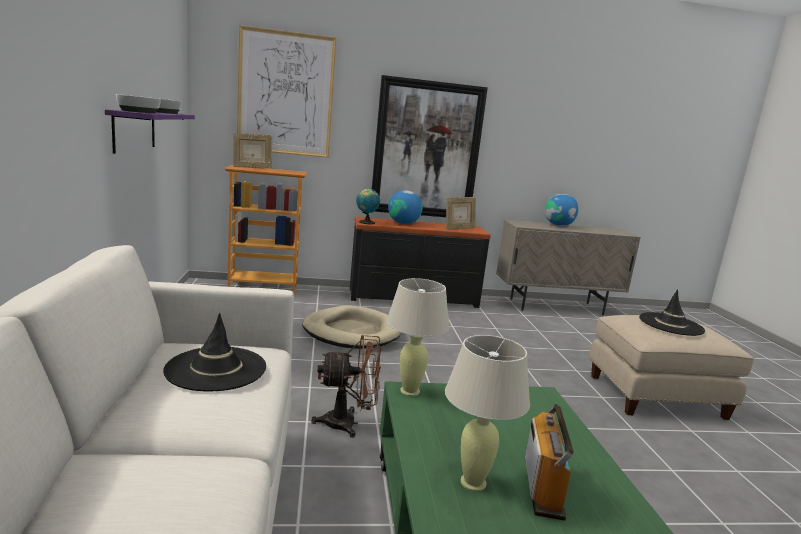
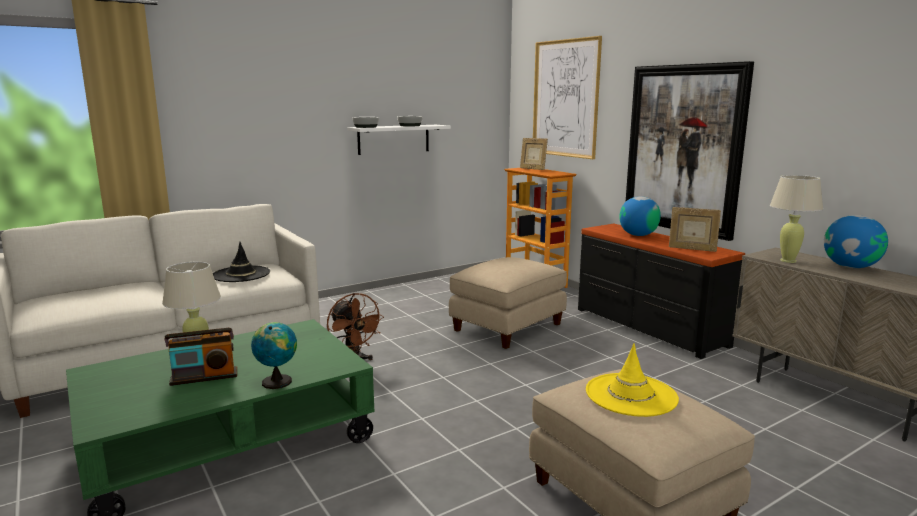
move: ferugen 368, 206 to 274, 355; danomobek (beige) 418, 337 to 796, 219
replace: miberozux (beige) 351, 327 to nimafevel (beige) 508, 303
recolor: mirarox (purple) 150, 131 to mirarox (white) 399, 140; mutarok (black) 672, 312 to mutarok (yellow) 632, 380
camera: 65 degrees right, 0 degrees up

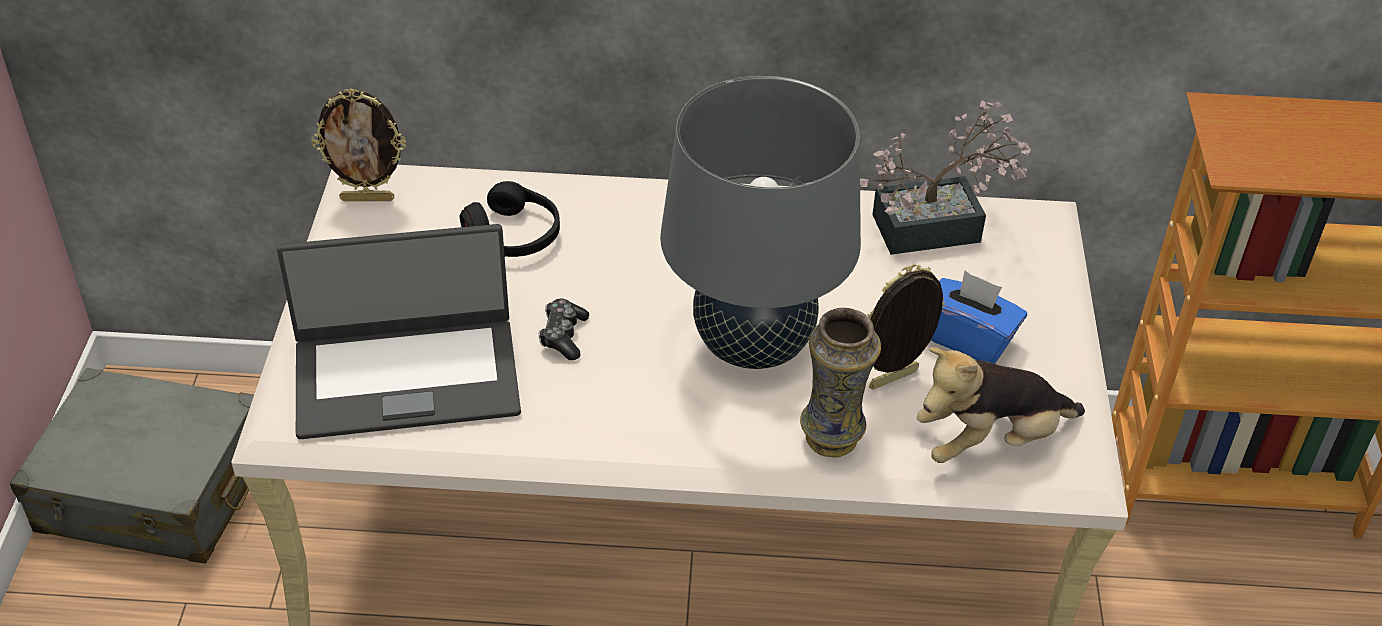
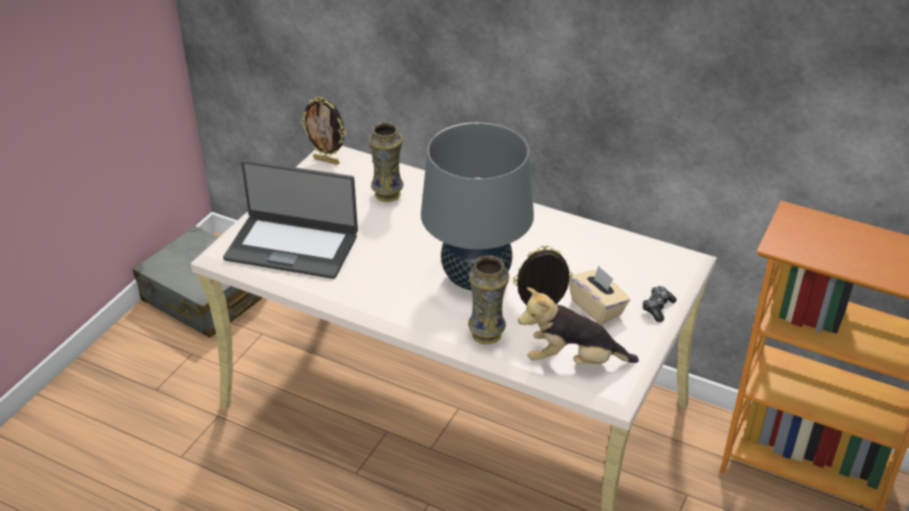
delete: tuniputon 945, 177
move: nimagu 563, 329 to 660, 304
replace: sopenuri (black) 510, 219 to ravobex 386, 162
recolor: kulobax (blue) 979, 317 to kulobax (beige) 599, 294
camera: 25 degrees right, 5 degrees down

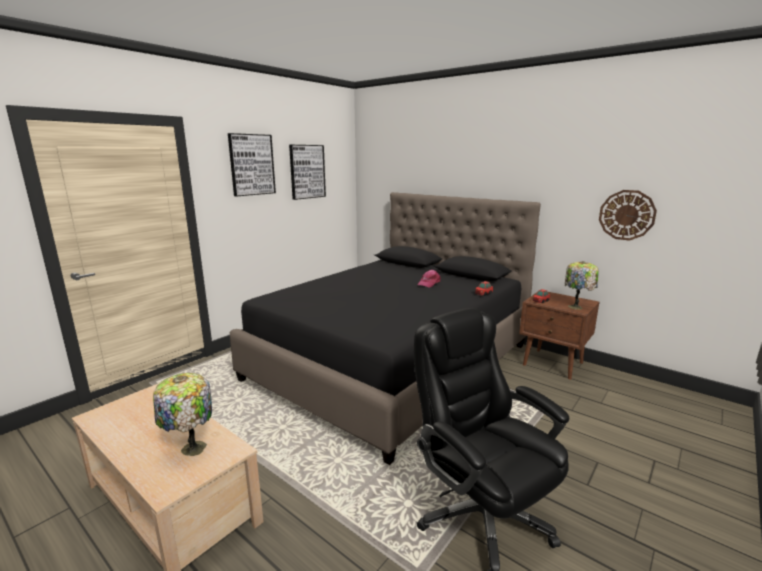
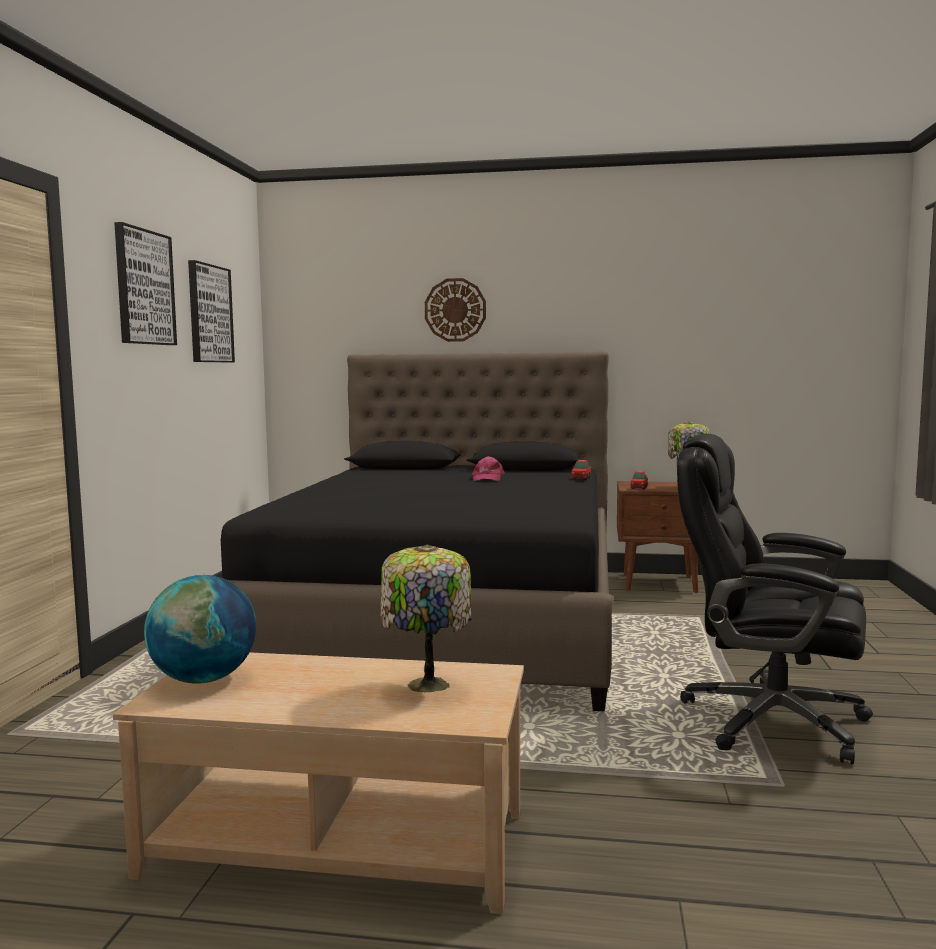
insert: ferugen 200, 629
move: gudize 628, 215 to 455, 310
camera: 30 degrees left, 10 degrees down

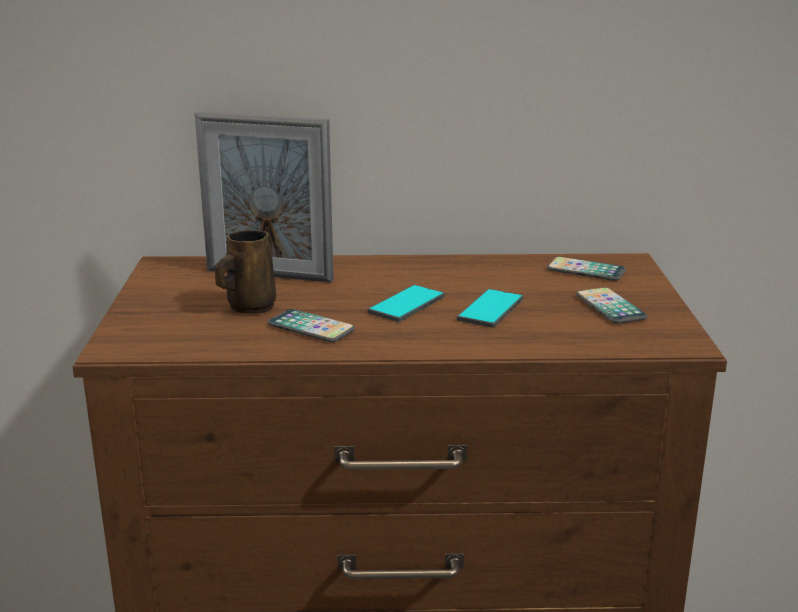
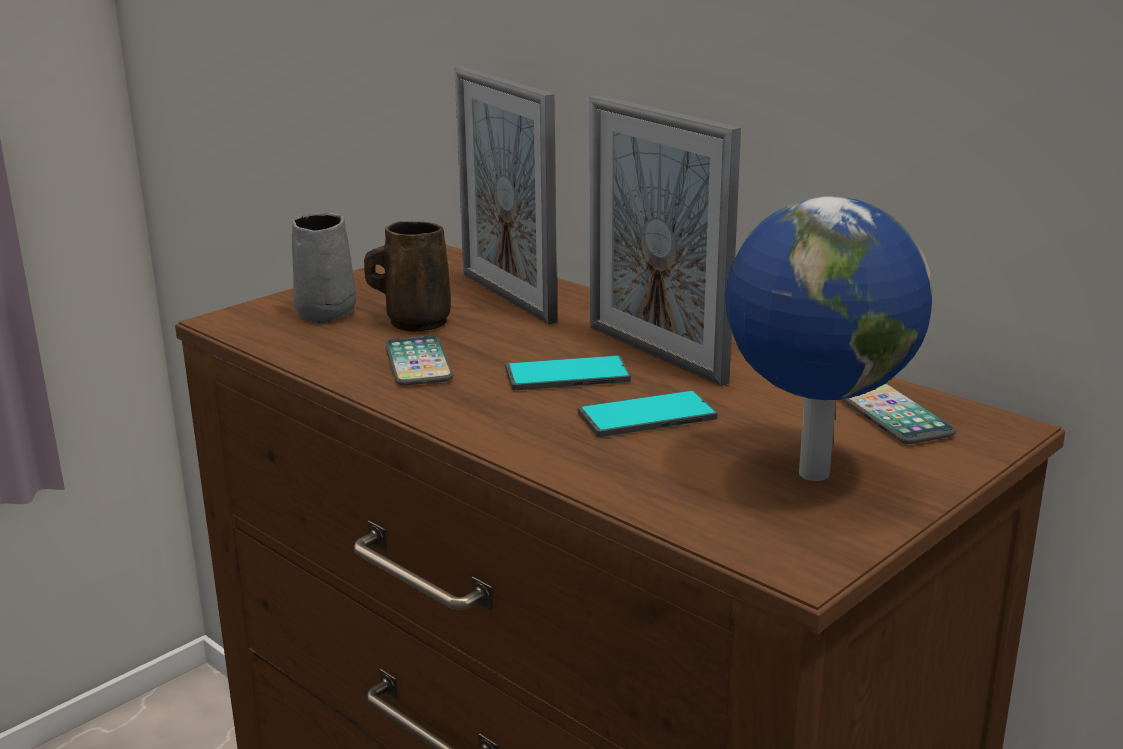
insert: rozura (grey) 324, 268; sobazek 665, 240
replace: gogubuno 611, 305 to ferugen 828, 338
camera: 45 degrees right, 0 degrees up

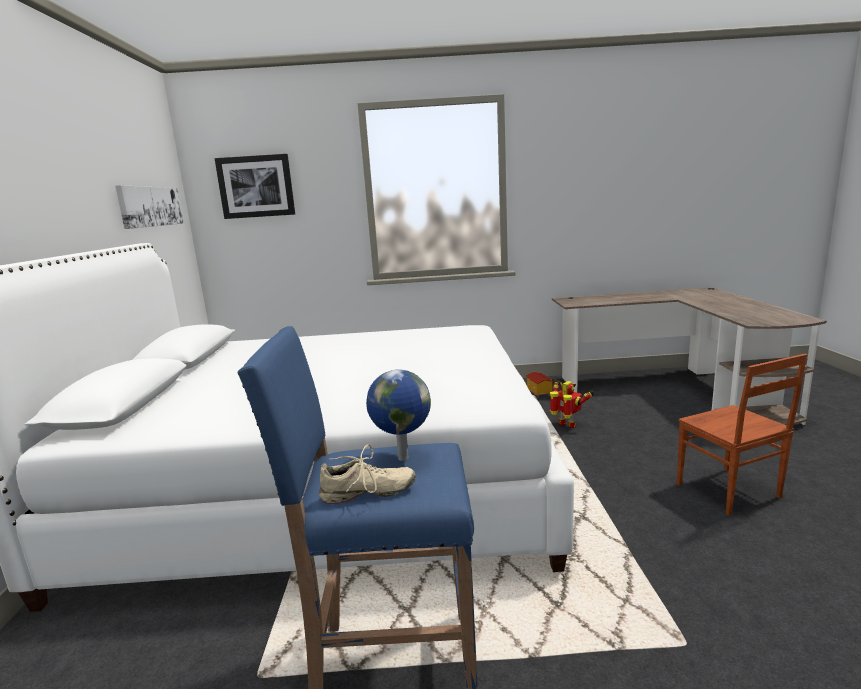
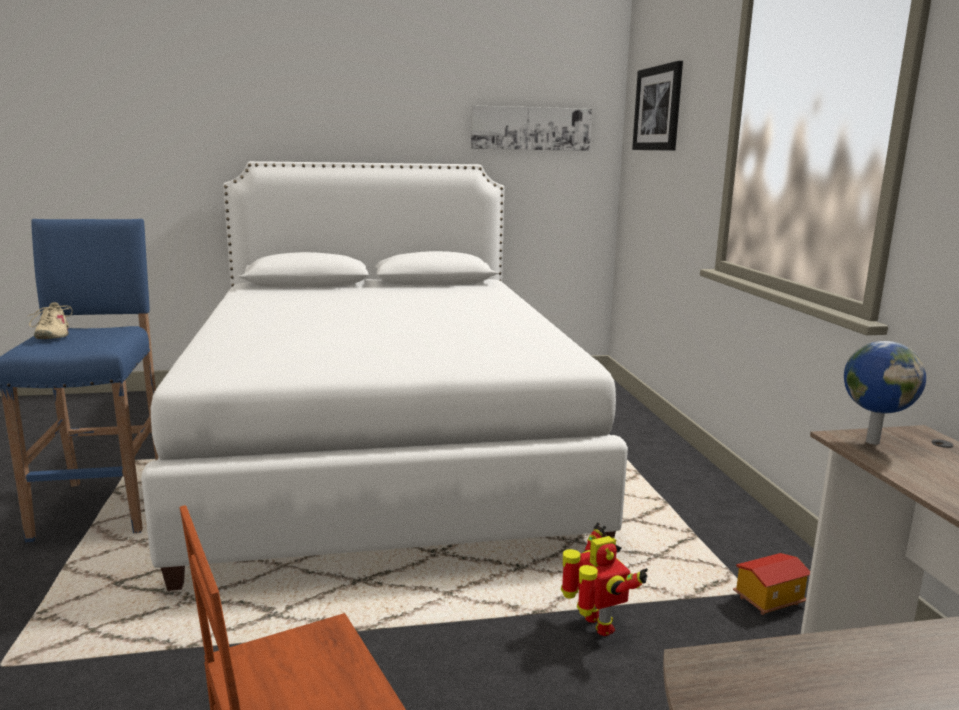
move: ferugen 398, 415 to 885, 393
rotate: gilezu 572, 403 = 604, 579 60 degrees counterclockwise
camera: 80 degrees right, 0 degrees up

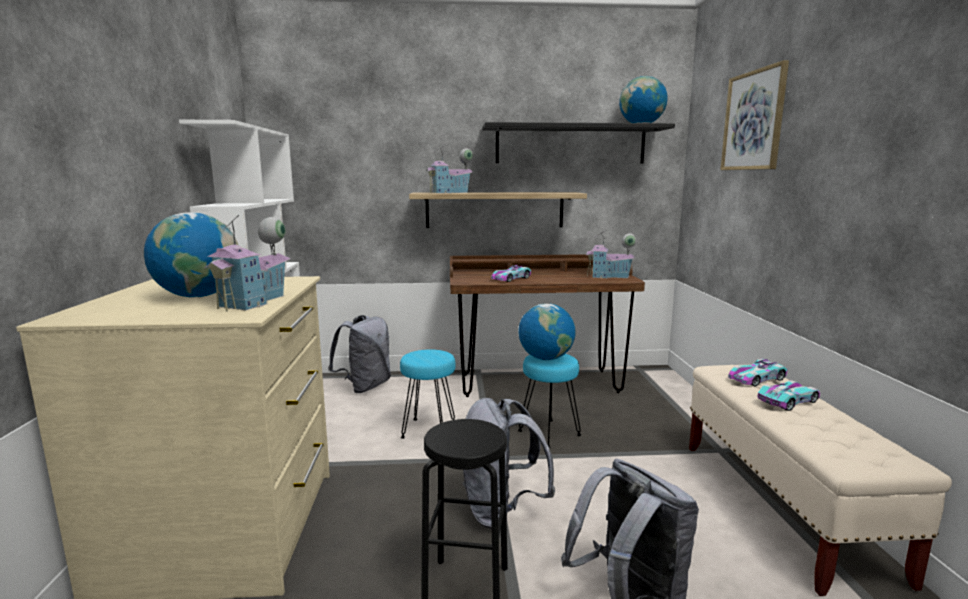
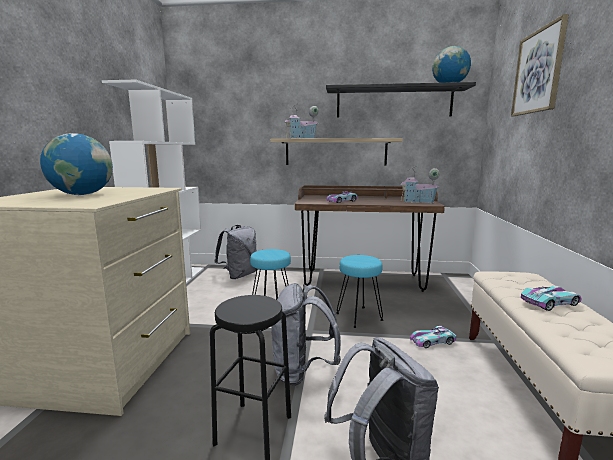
delete: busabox 247, 263; ferugen 547, 331
move: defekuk 758, 372 to 433, 337
camera: 10 degrees right, 0 degrees up

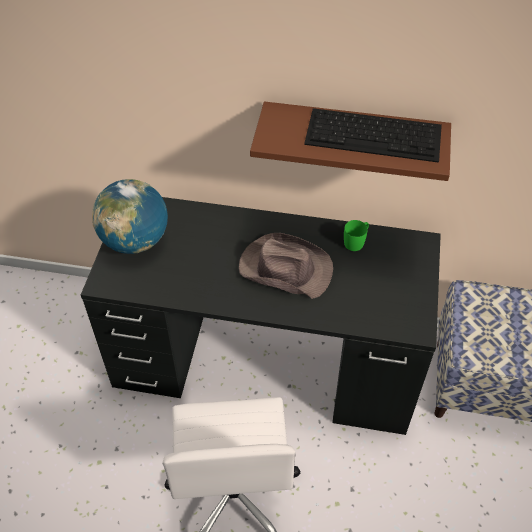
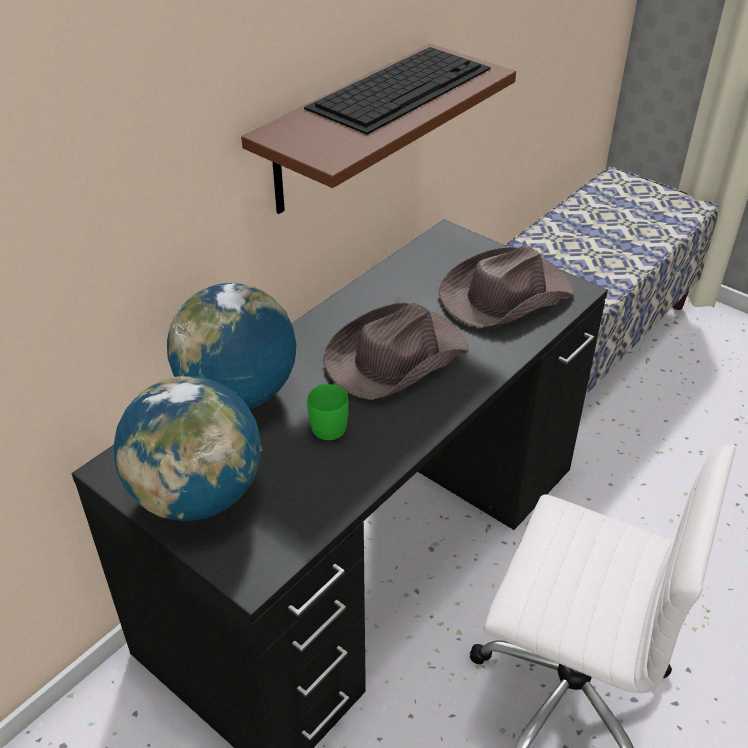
insert: ferugen 231, 346; mutarok (brown) 506, 286
move: rozura (green) 356, 235 to 328, 412
camera: 60 degrees left, 10 degrees down

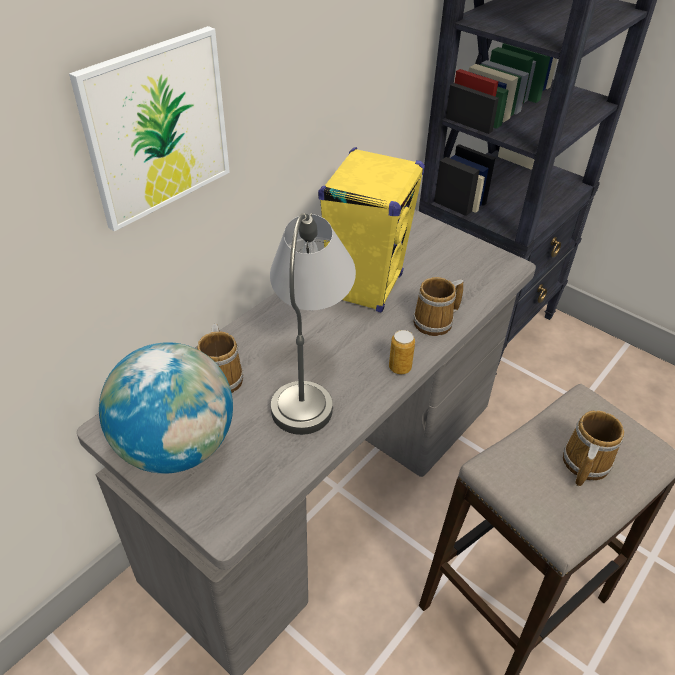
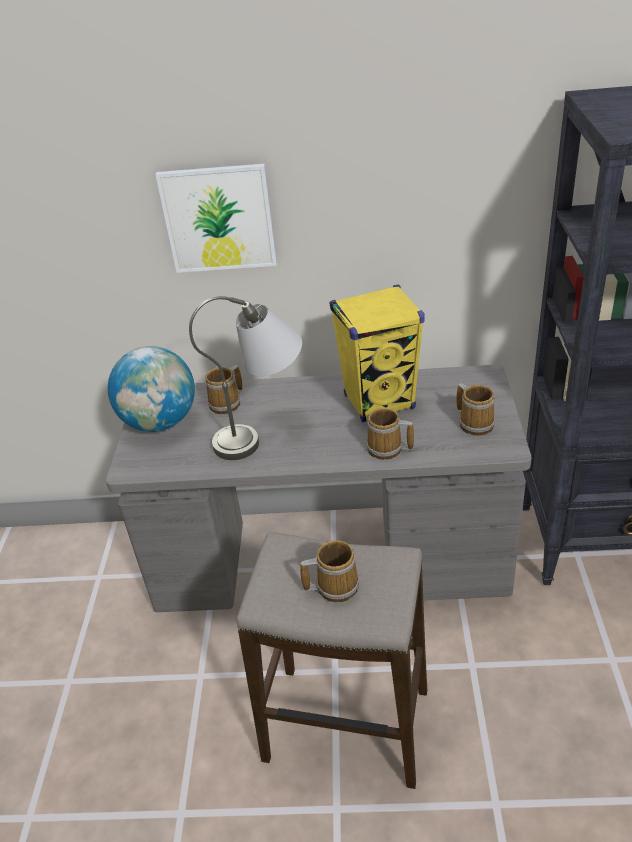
delete: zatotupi 402, 352
insert: rozura 475, 409
camera: 55 degrees right, 5 degrees down

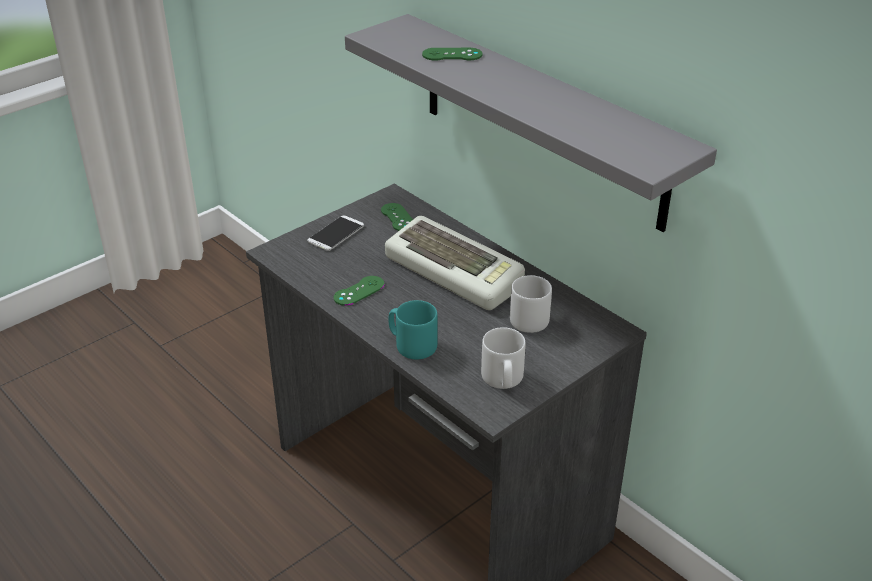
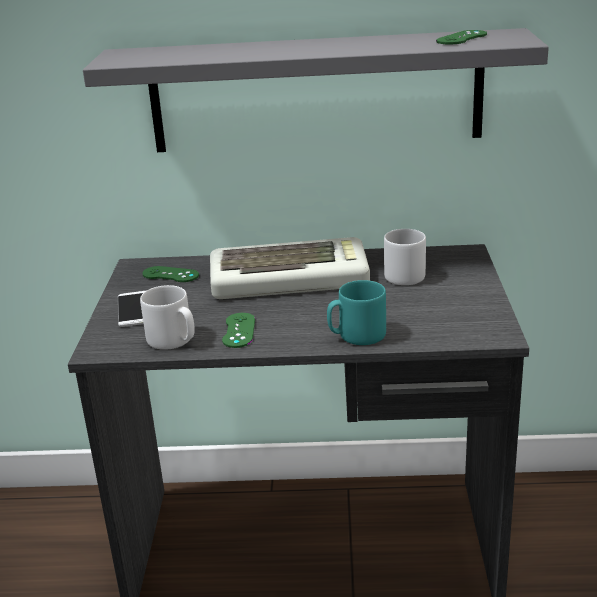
move: nimagu (green) 452, 54 to 461, 37; rozura (grey) 503, 358 to 167, 317
camera: 45 degrees left, 10 degrees down

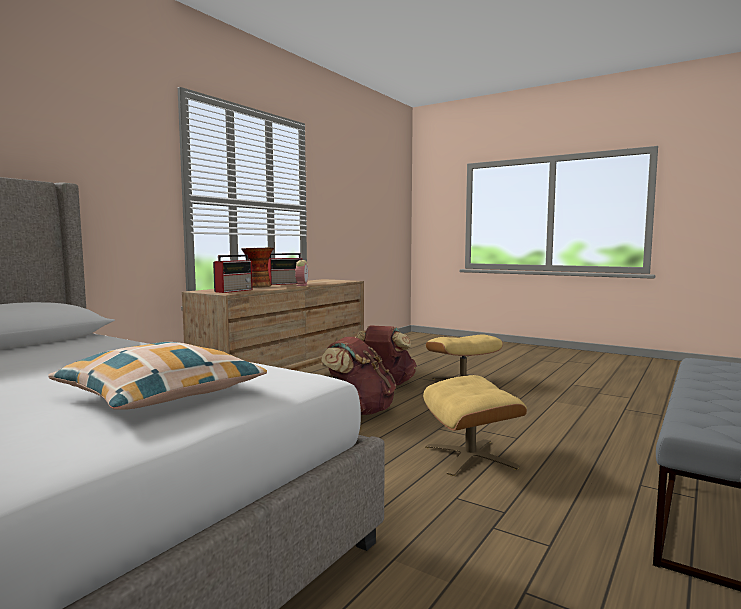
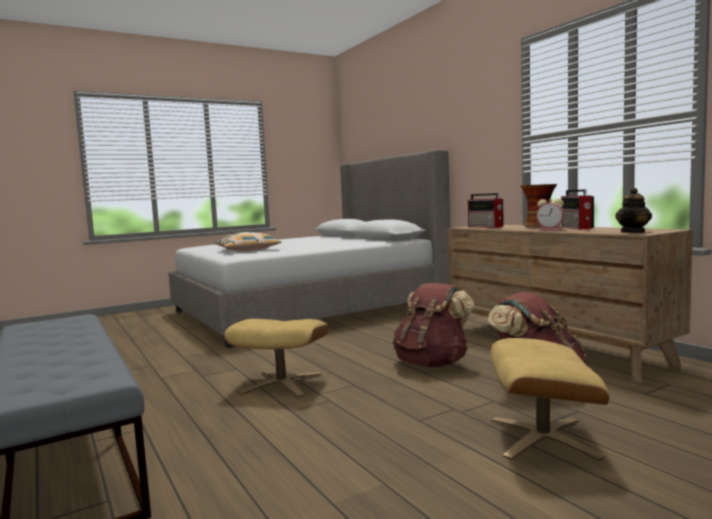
insert: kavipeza 633, 210
camera: 115 degrees right, 0 degrees up

